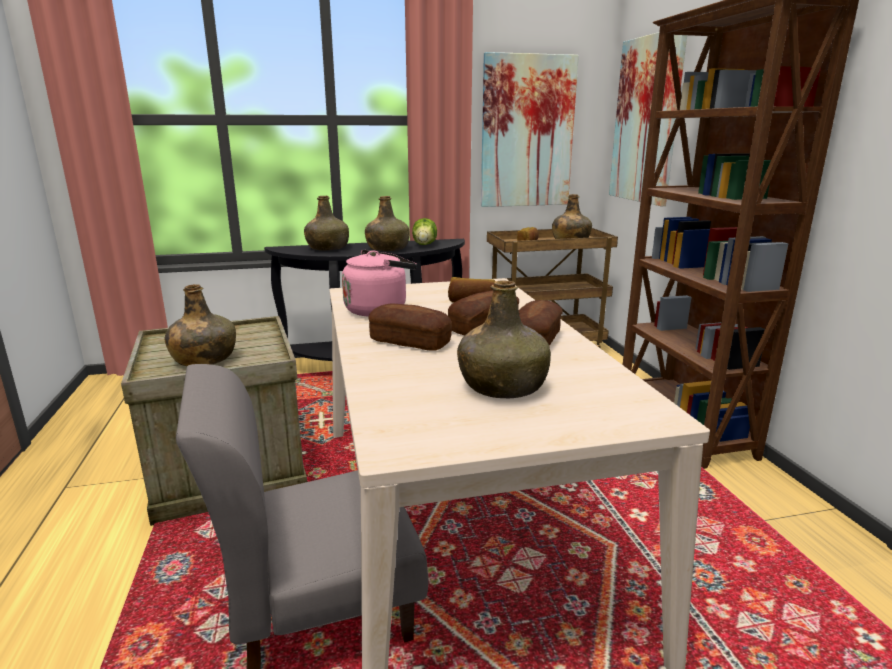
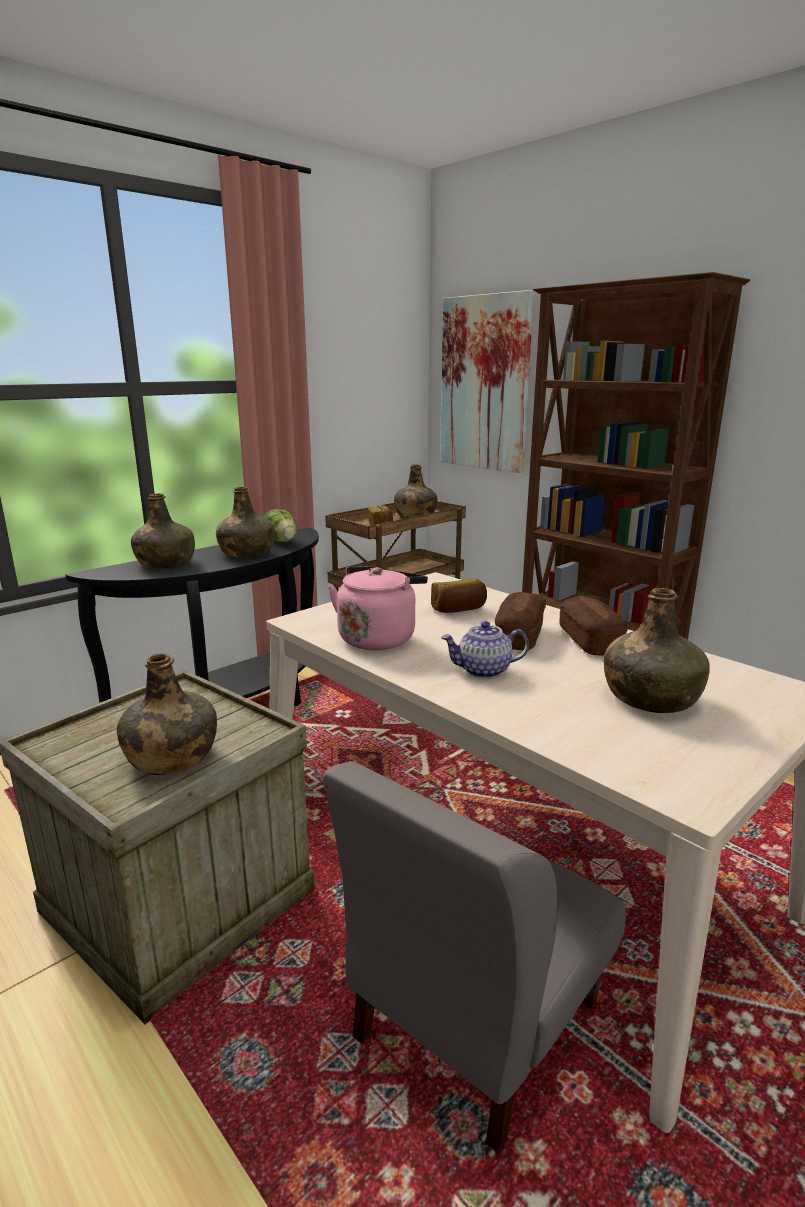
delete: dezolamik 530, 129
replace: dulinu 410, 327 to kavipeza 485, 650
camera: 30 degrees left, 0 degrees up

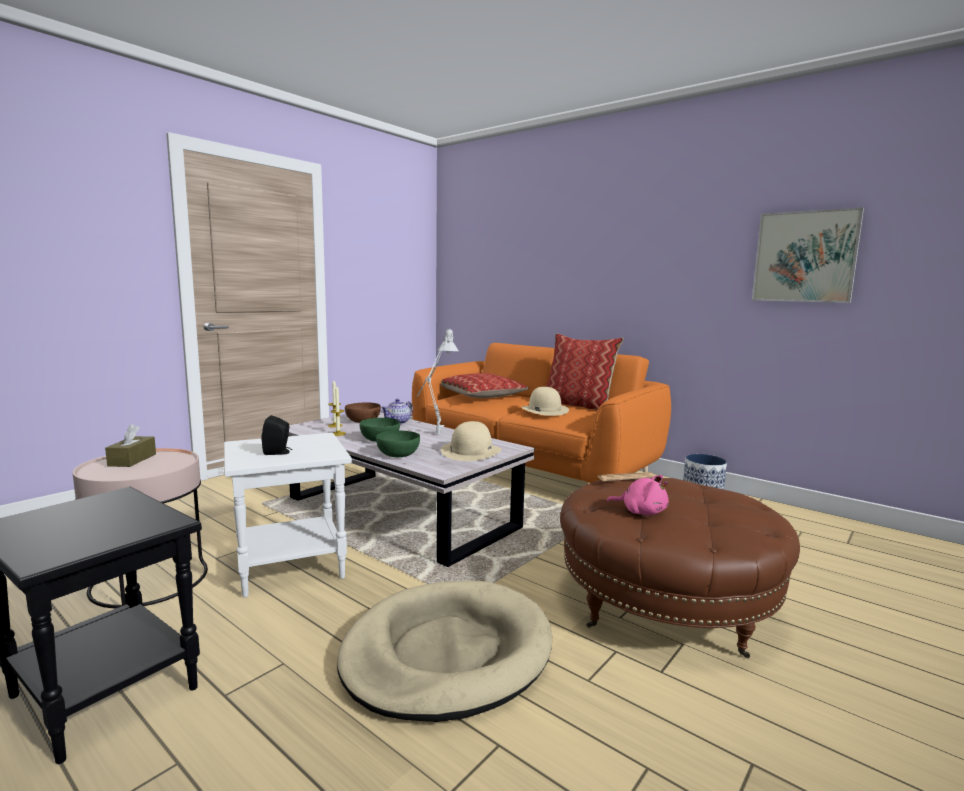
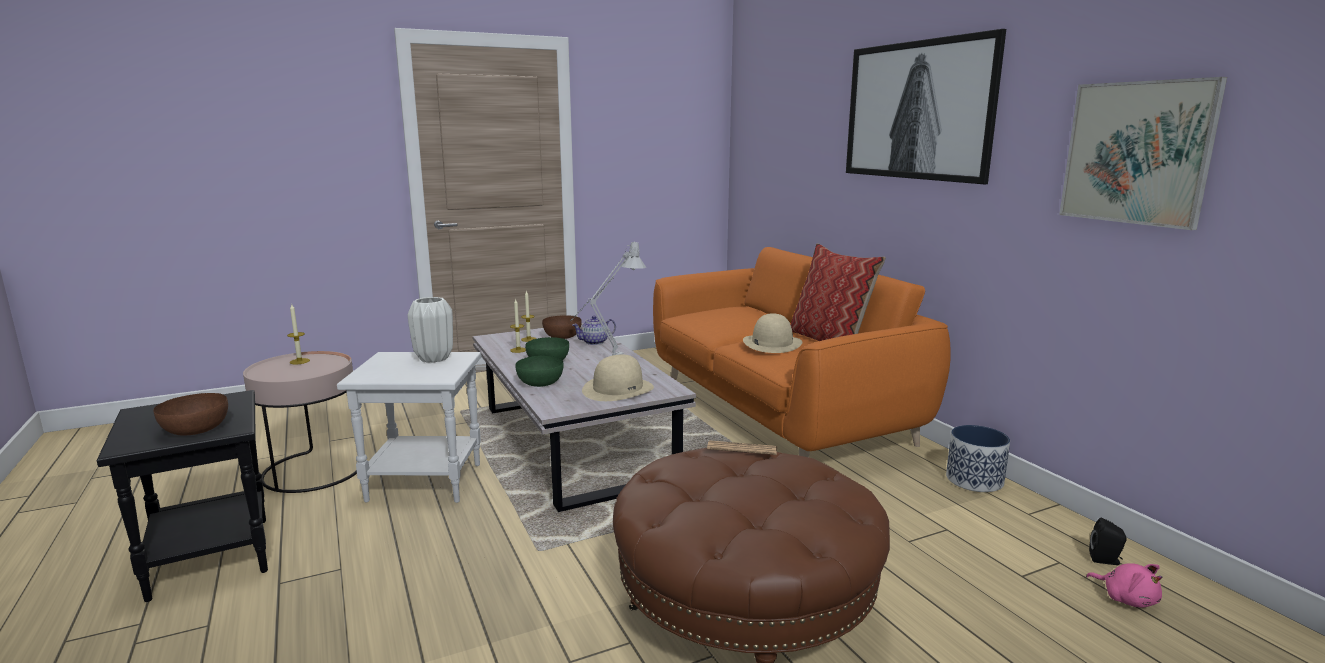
delete: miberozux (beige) 444, 651; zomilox 485, 385
insert: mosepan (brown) 190, 414; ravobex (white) 430, 330; dezolamik 926, 106
move: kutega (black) 277, 435 to 1107, 541; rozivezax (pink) 637, 495 to 1124, 585
replace: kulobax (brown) 130, 445 to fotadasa 298, 334
camera: 25 degrees right, 5 degrees up

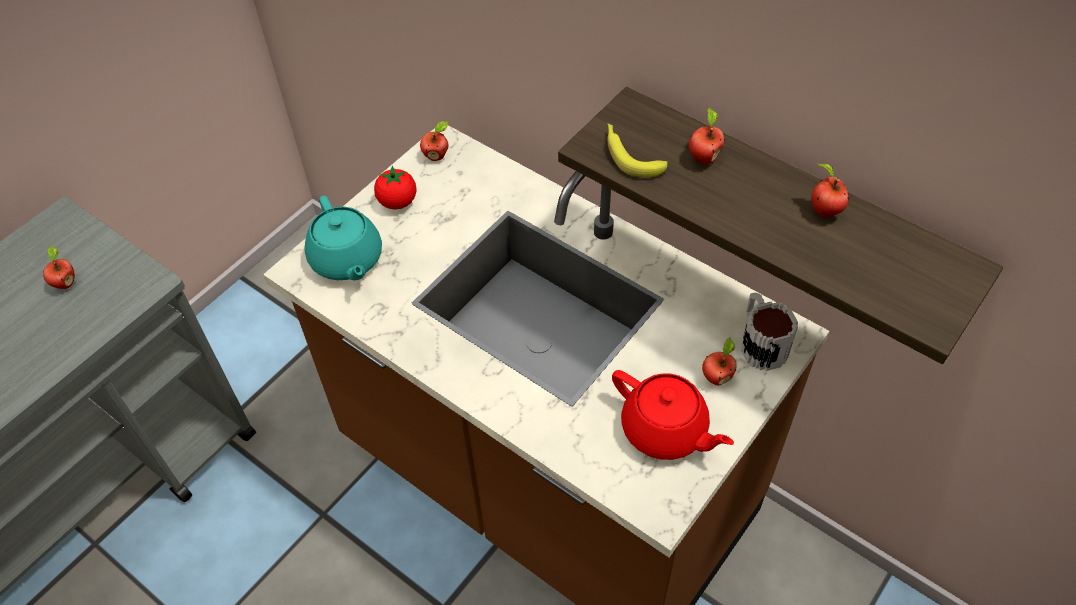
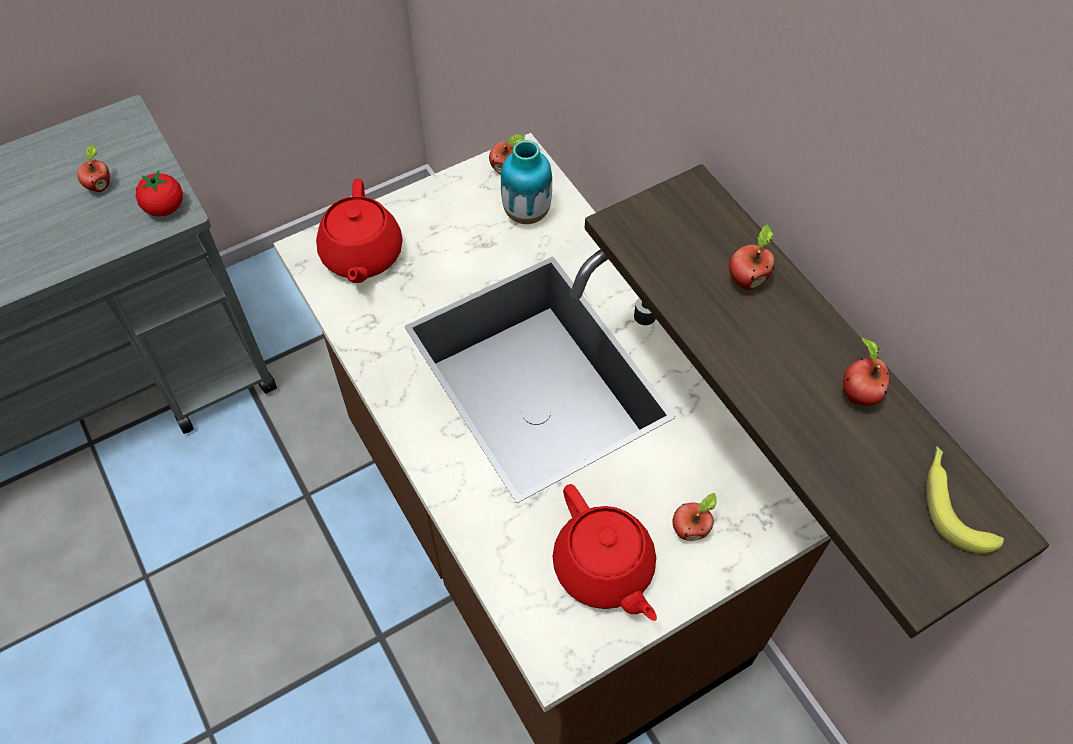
delete: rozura 769, 332
insert: ravobex 526, 182
move: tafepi 395, 187 to 159, 194; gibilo 637, 150 to 965, 500
recolor: kavipeza (turquoise) 343, 238 to kavipeza (red) 359, 231
camera: 20 degrees right, 5 degrees up

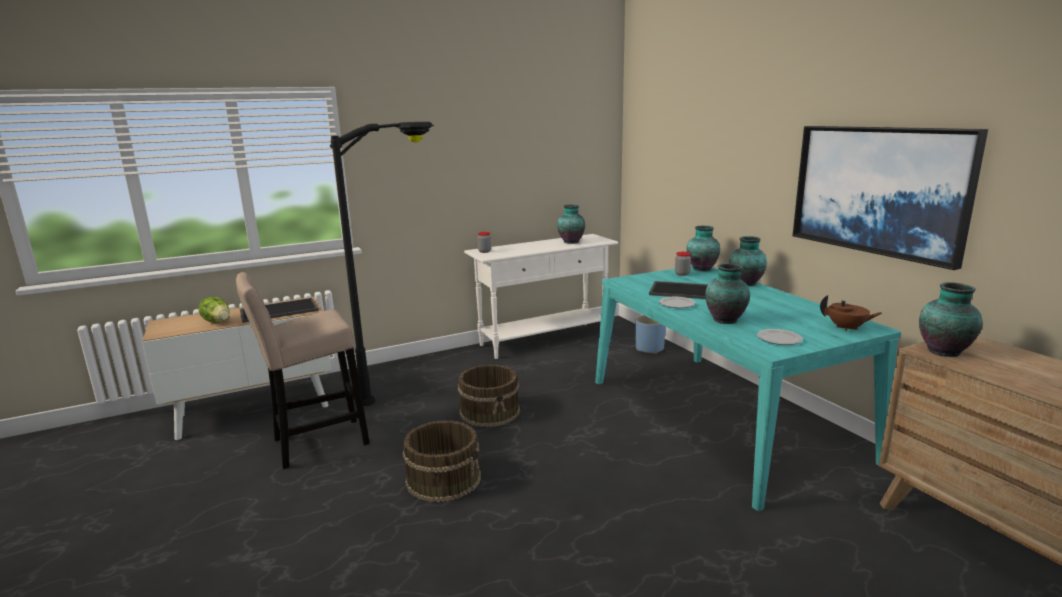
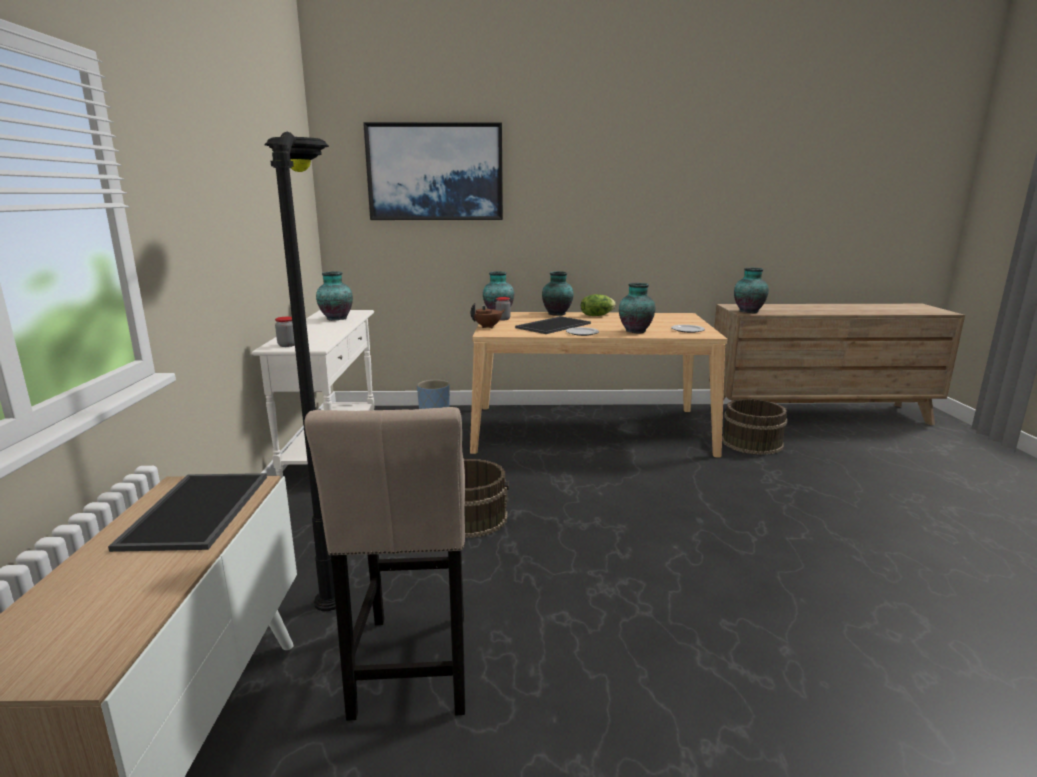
move: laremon 214, 310 to 598, 305; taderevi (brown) 442, 461 to 754, 427; dezolamik 890, 198 to 433, 171; kavipeza (brown) 851, 313 to 488, 315
recolor: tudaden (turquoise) 748, 388 to tudaden (beige) 598, 384
camera: 65 degrees left, 0 degrees up

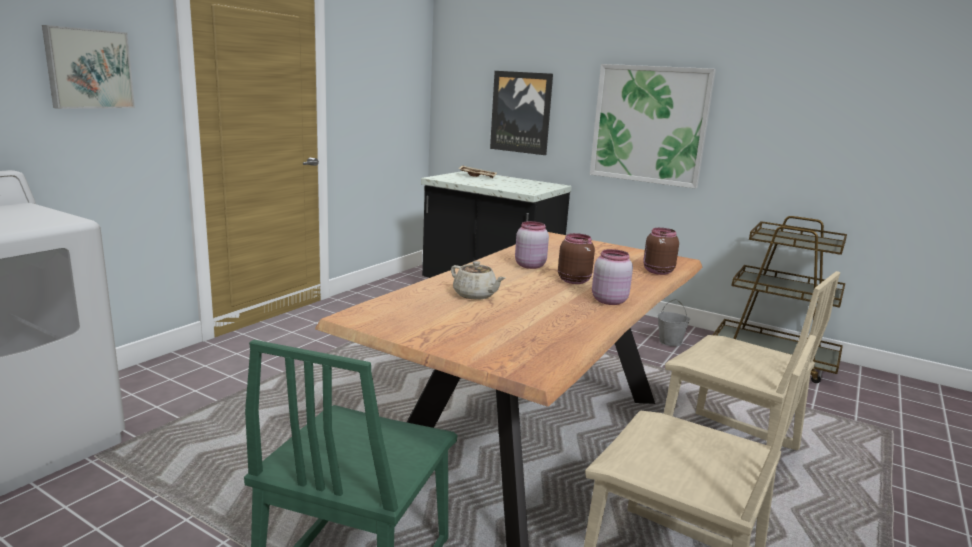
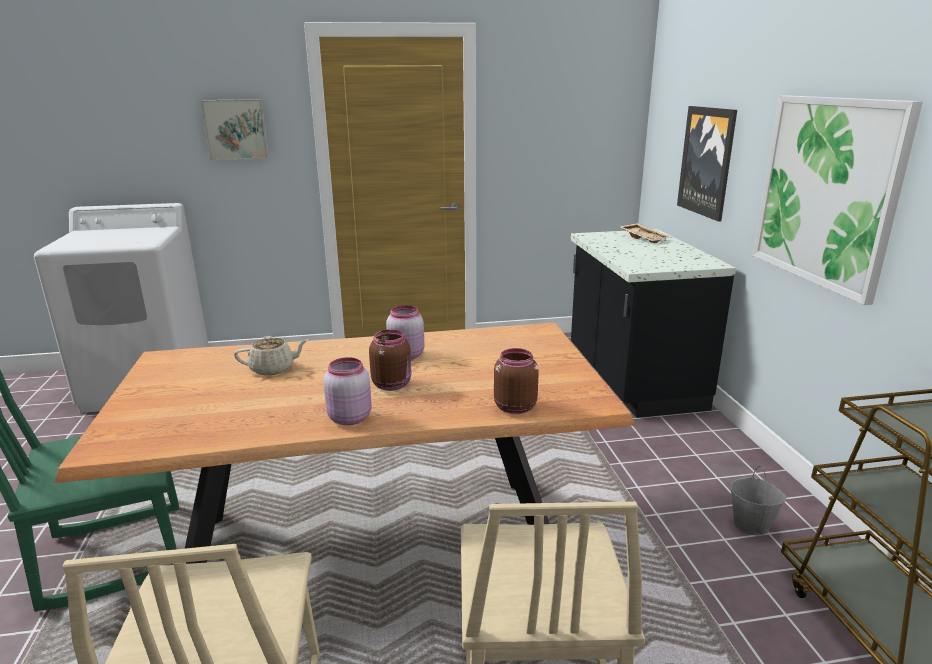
rotate: kavipeza (beige) 478, 280 = 271, 355 105 degrees counterclockwise
camera: 50 degrees right, 5 degrees up

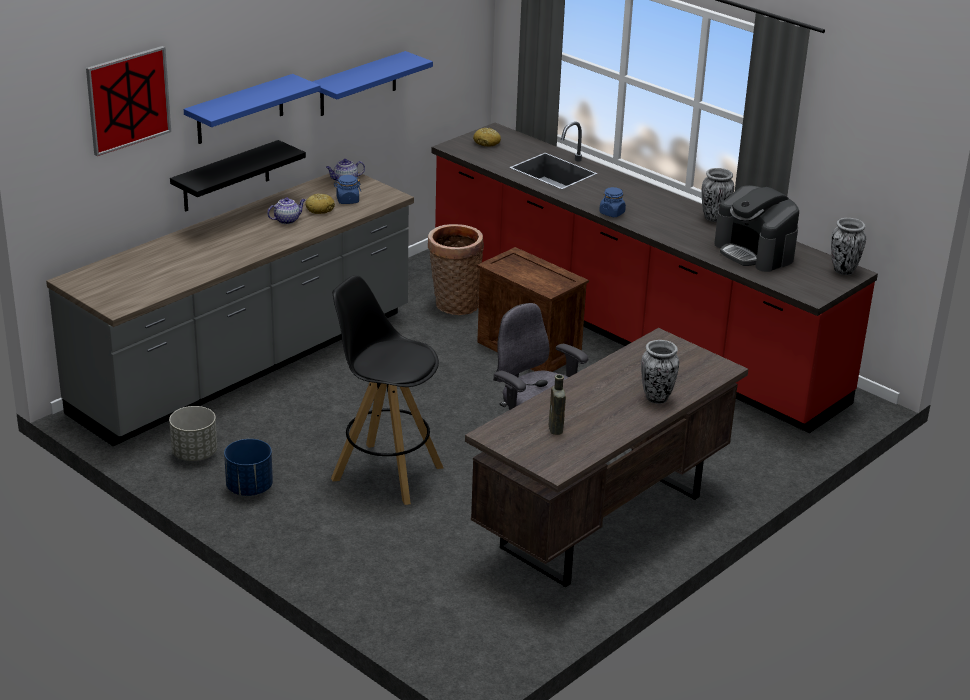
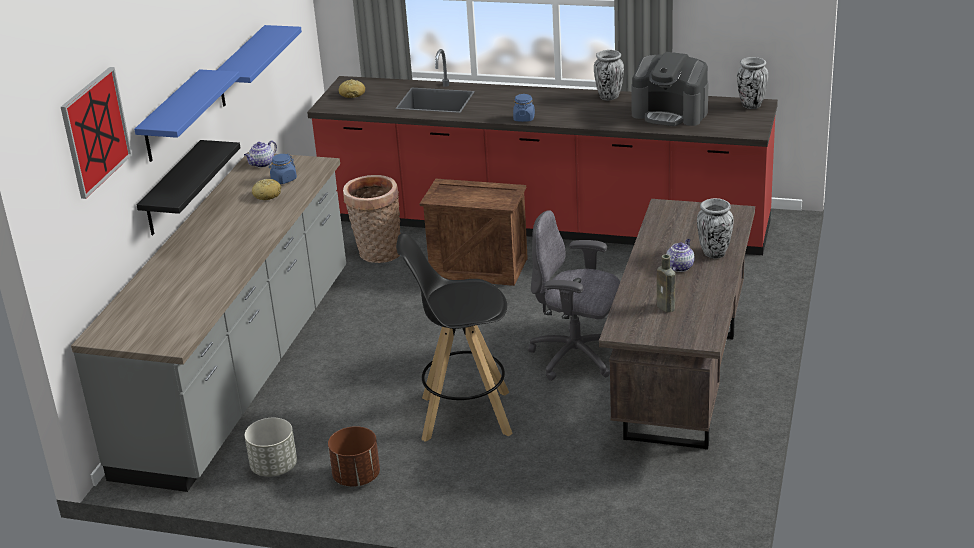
move: kavipeza 286, 210 to 680, 255
recolor: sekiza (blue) 248, 467 to sekiza (brown) 354, 456
camera: 25 degrees left, 0 degrees up

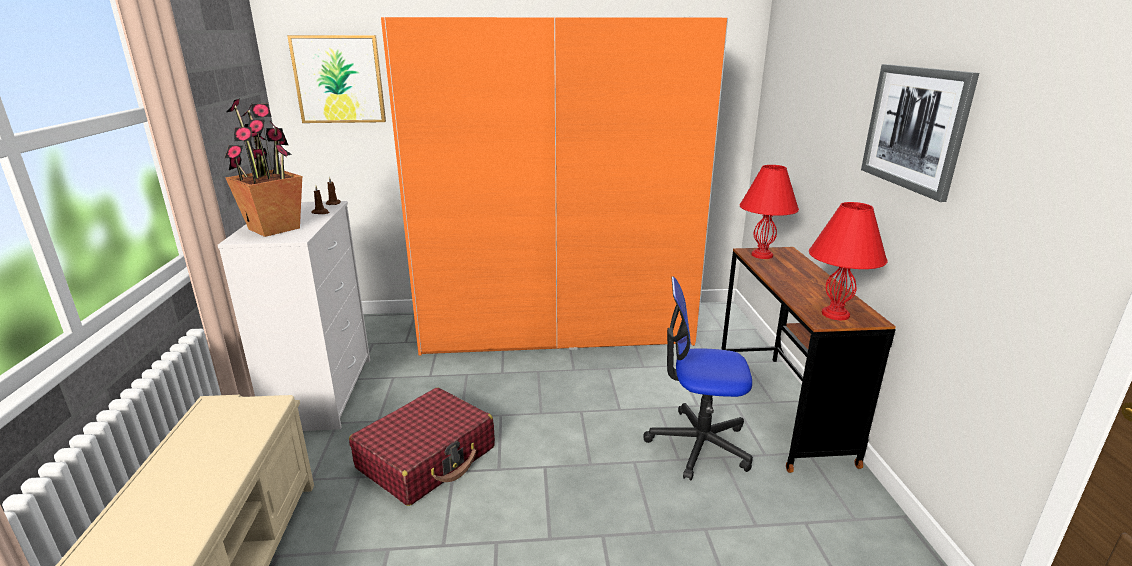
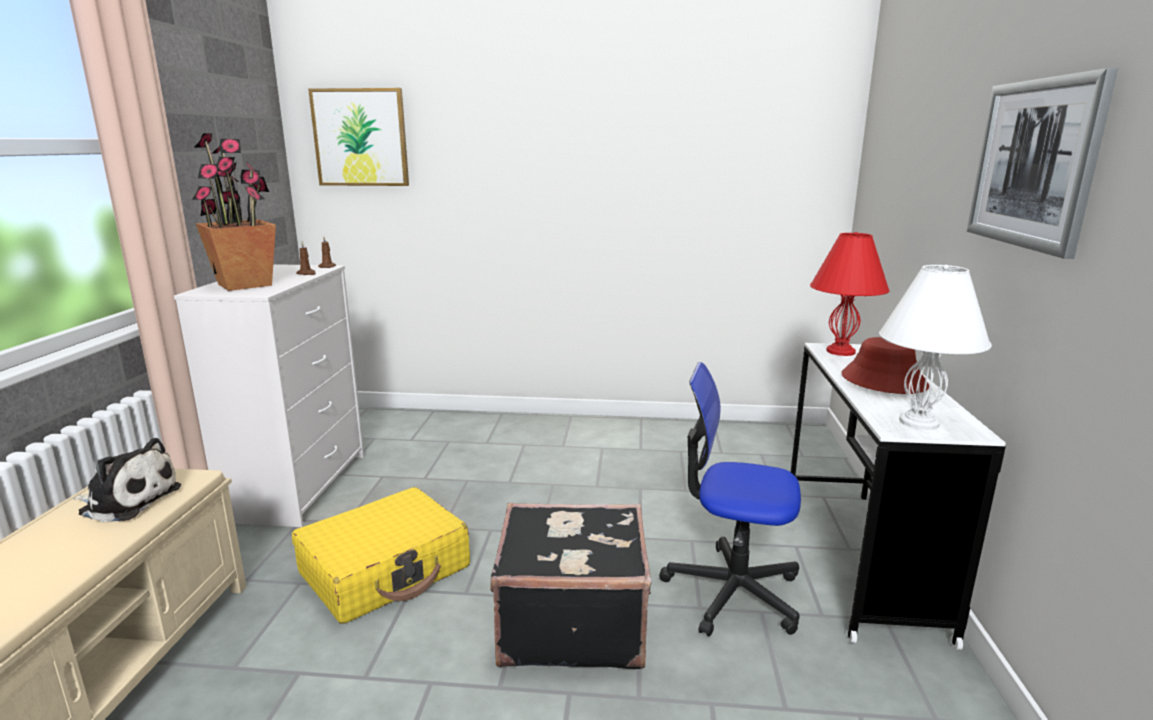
delete: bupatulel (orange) 554, 186
insert: rozivezax 126, 480; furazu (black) 570, 586; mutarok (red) 885, 365
recolor: furazu (red) 422, 447 to furazu (yellow) 381, 555; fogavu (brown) 808, 360 to fogavu (white) 898, 496; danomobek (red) 848, 261 to danomobek (white) 935, 347
camera: 10 degrees right, 5 degrees down

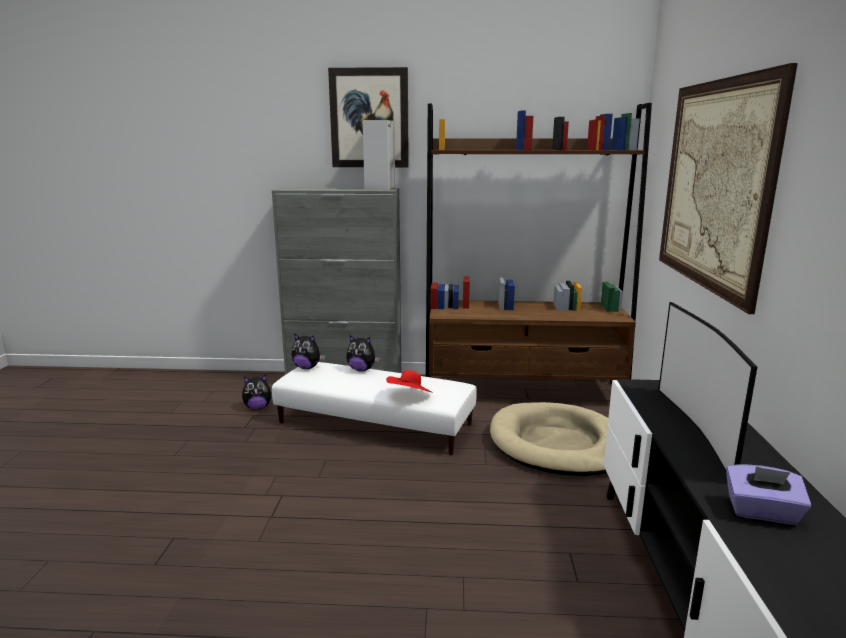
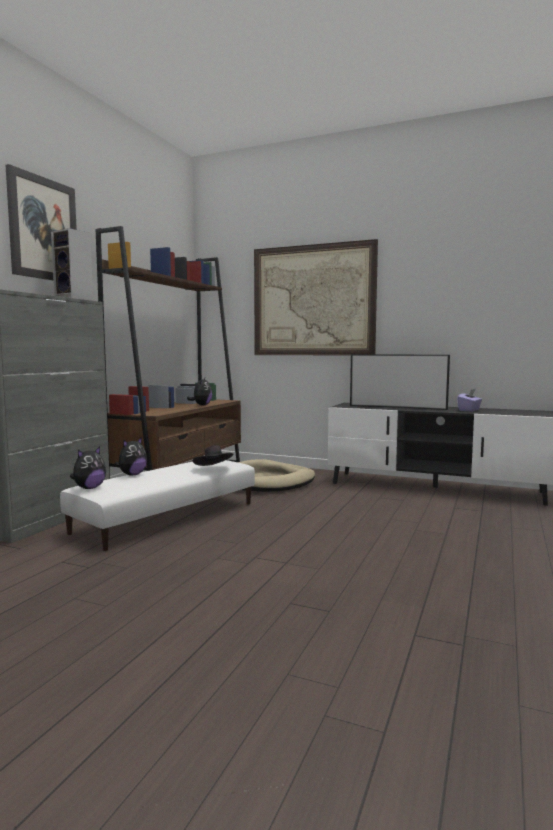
move: rozivezax 257, 392 to 199, 392
recolor: mutarok (red) 409, 381 to mutarok (black) 213, 455
camera: 70 degrees left, 10 degrees down

